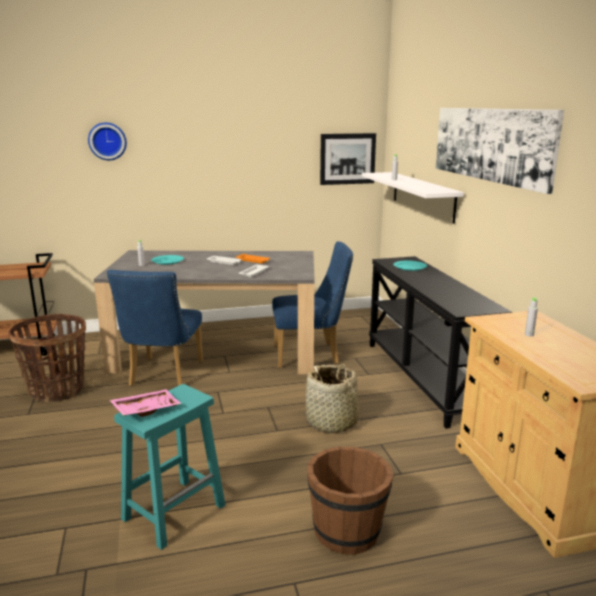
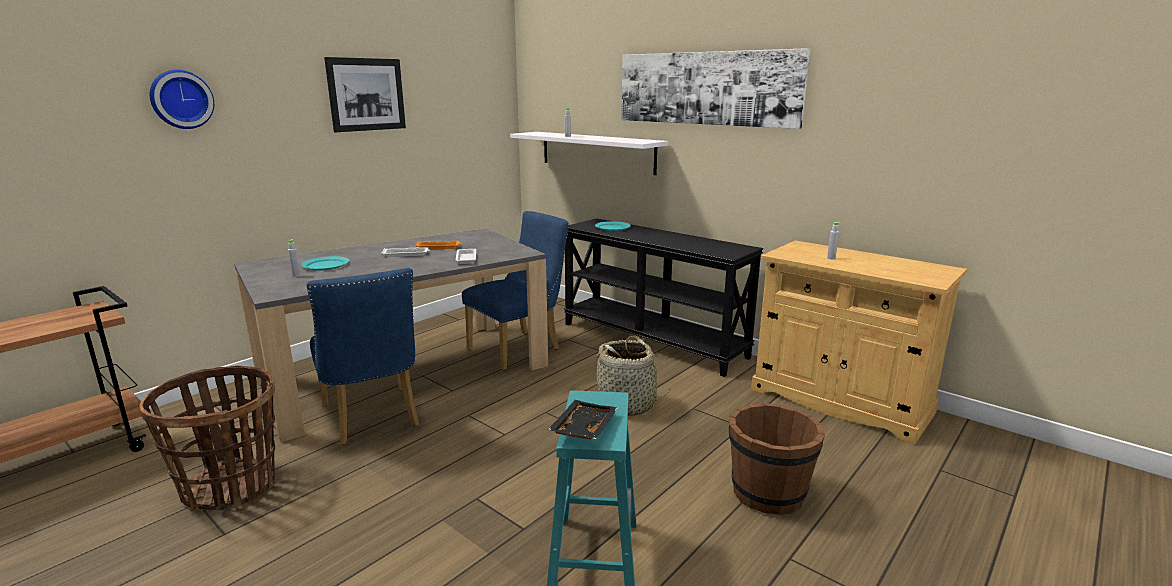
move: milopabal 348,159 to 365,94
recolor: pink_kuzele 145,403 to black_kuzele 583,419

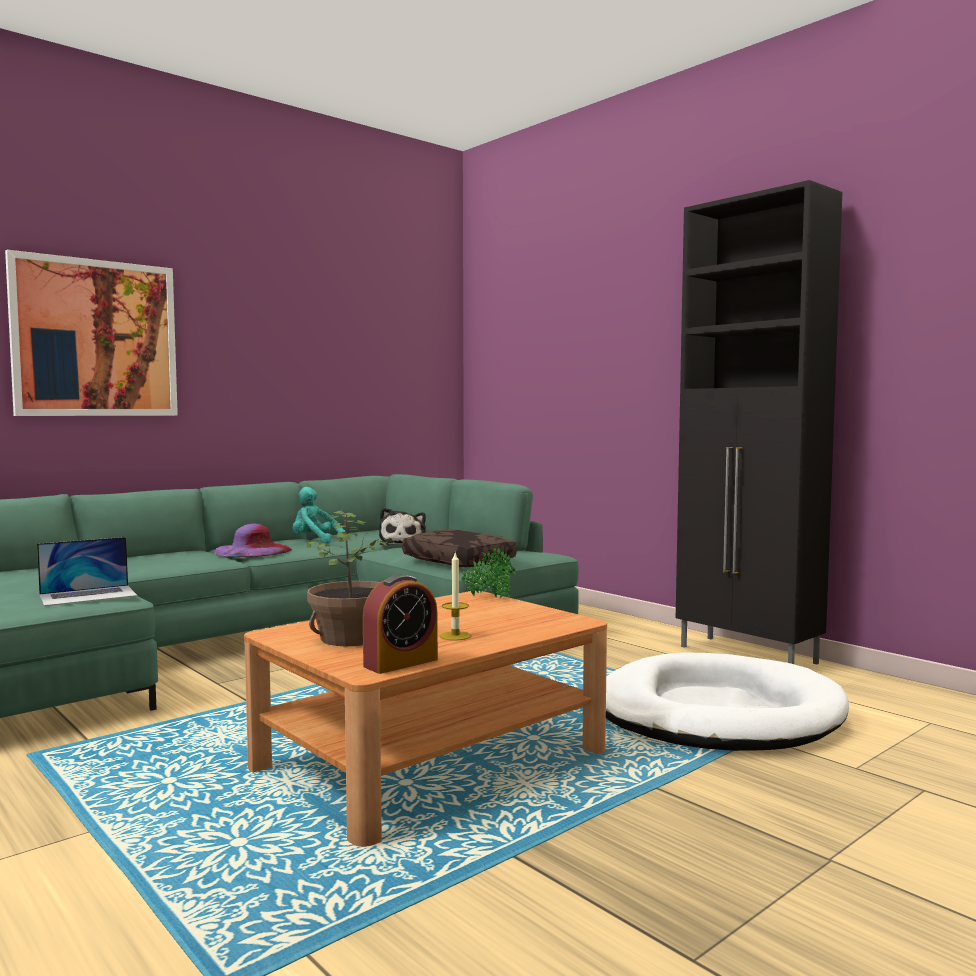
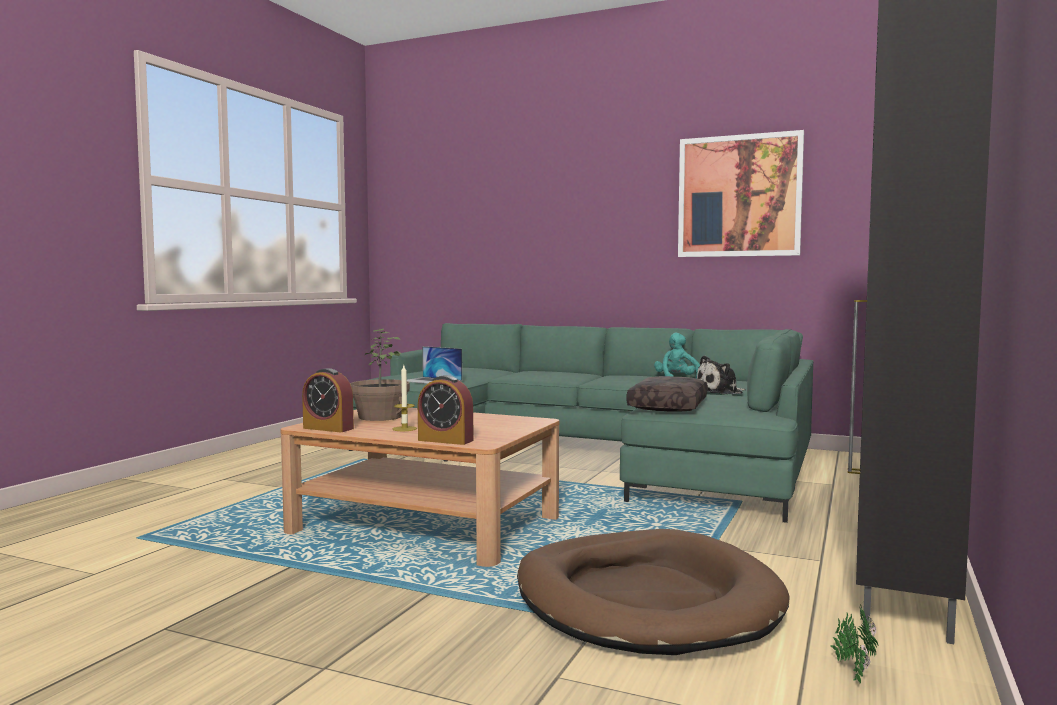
delete: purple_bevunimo 253,540
insert: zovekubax 445,410
move: milopabal 91,333 to 741,193; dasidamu 488,573 to 854,644
recolor: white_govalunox 727,702 to brown_govalunox 653,592

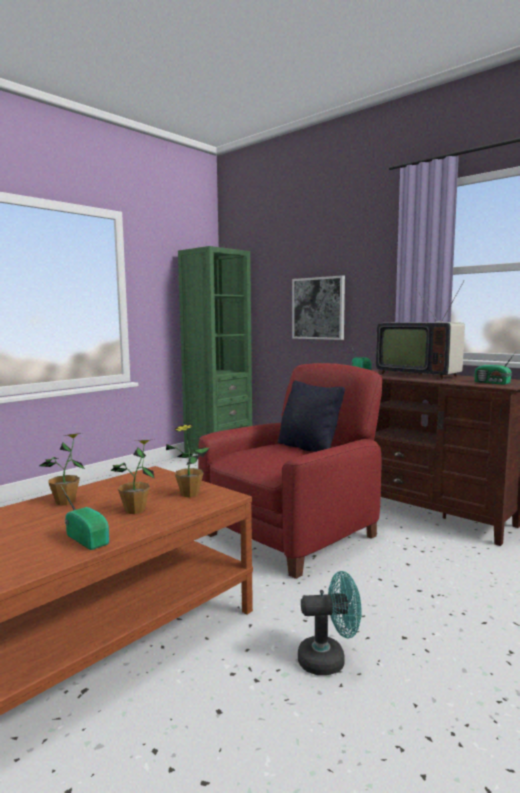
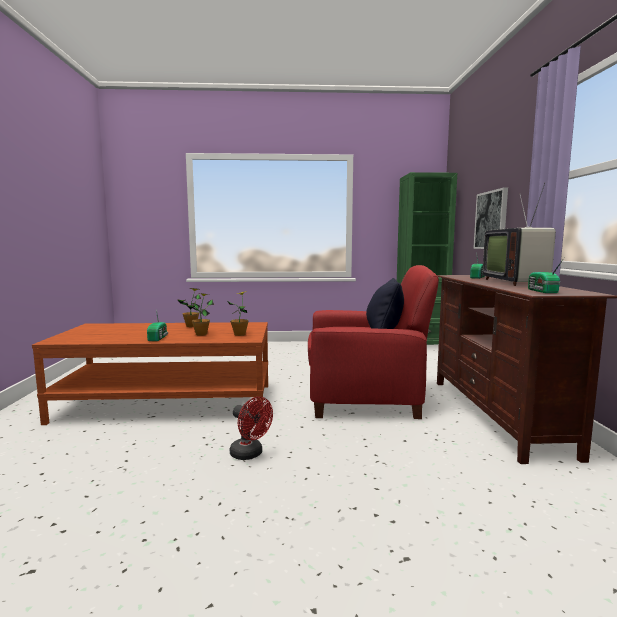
recolor: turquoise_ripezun 330,623 to red_ripezun 251,428

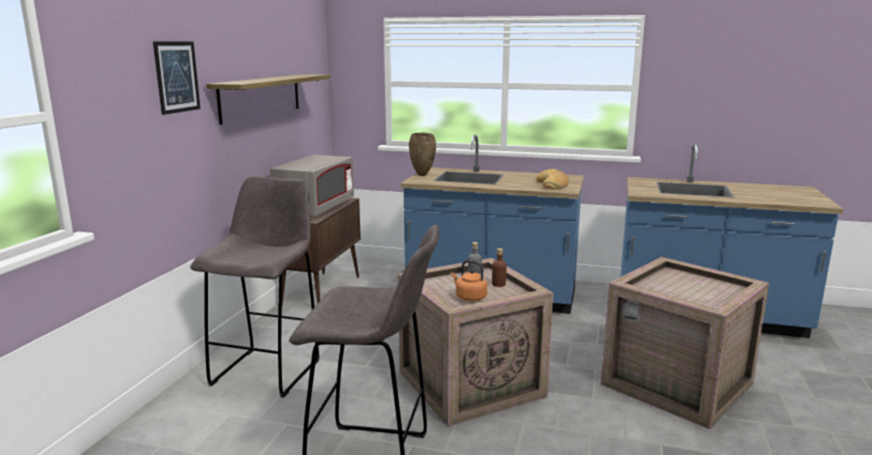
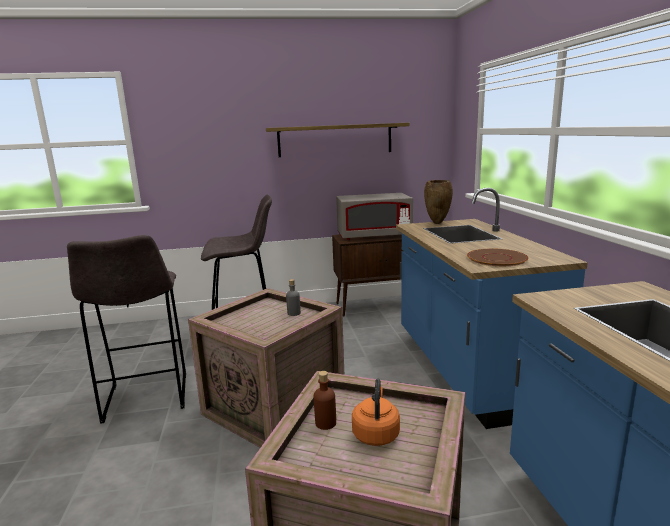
delete: milopabal 177,78
move: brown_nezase 499,267 to 325,400; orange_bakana 469,280 to 376,412
replace: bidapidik 552,179 to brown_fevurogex 497,257

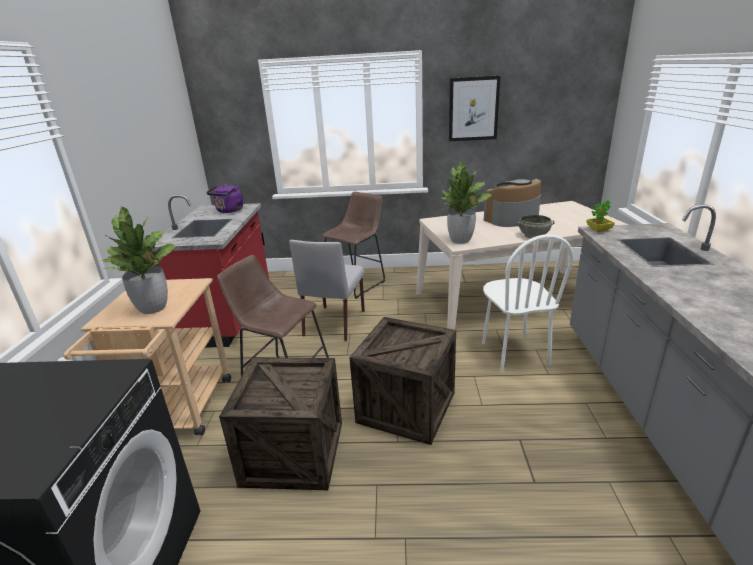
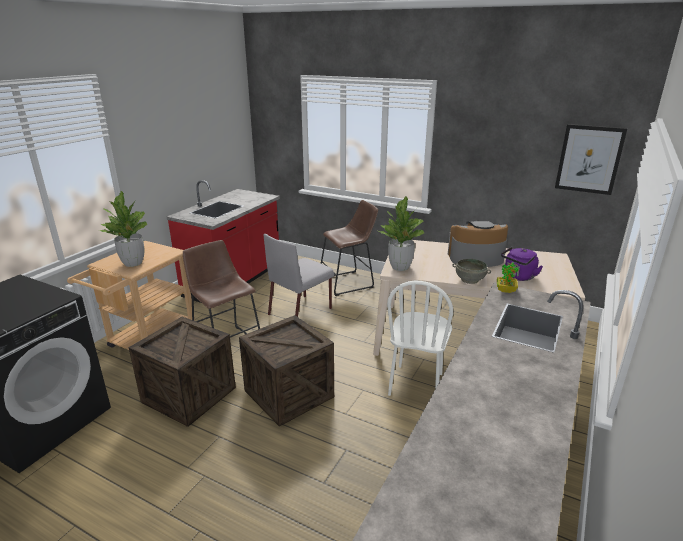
move: purple_bakana 225,198 to 522,264; milopabal 475,108 to 591,159

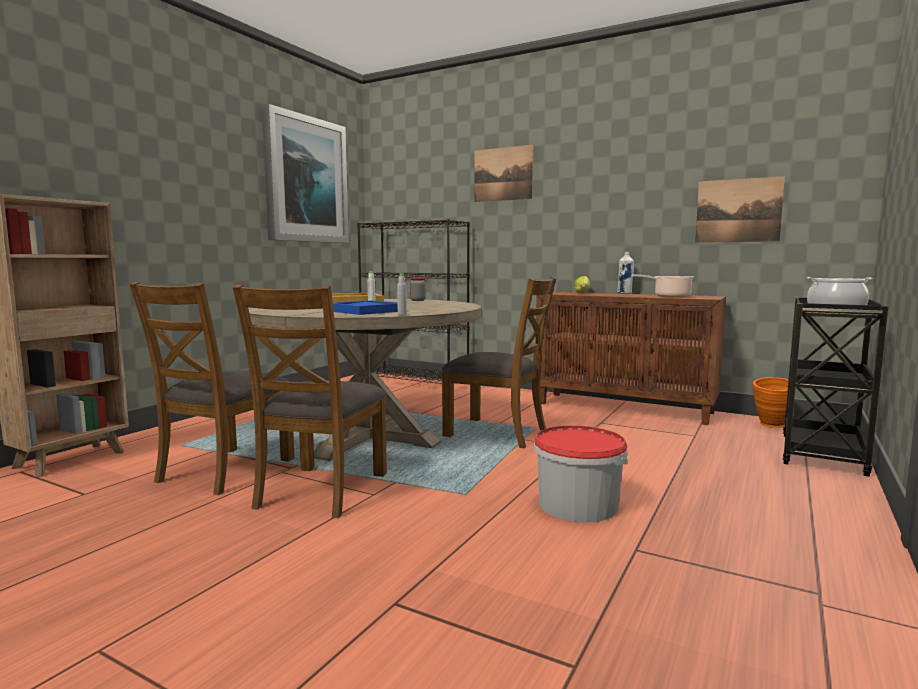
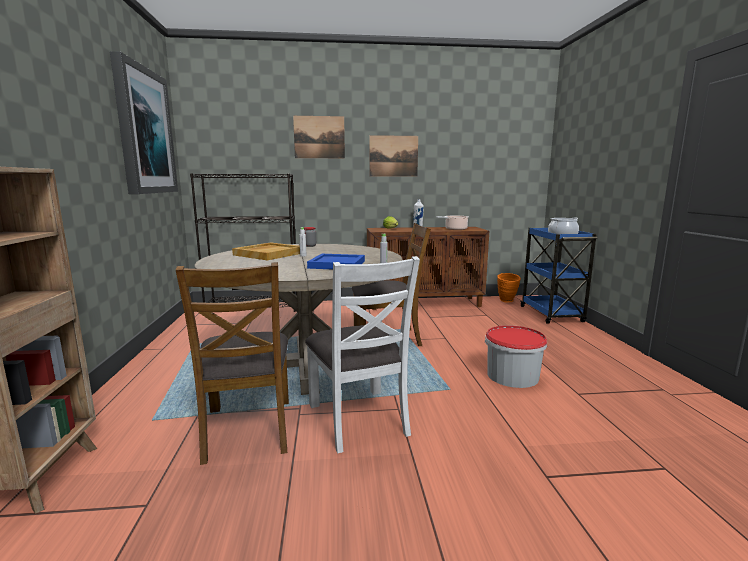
move: milopabal 740,209 to 393,155
recolor: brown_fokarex 310,401 to white_fokarex 362,354; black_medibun 835,387 to blue_medibun 559,276

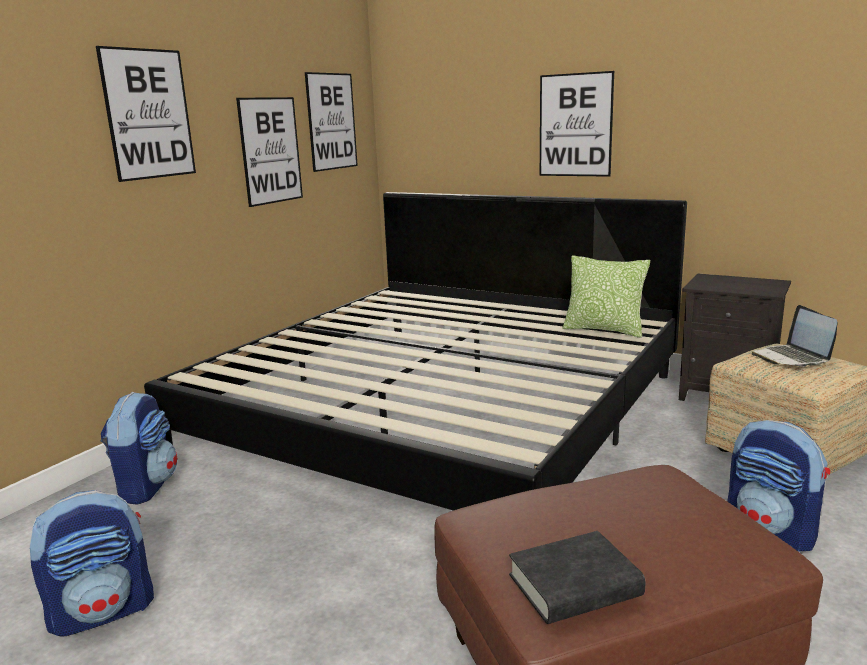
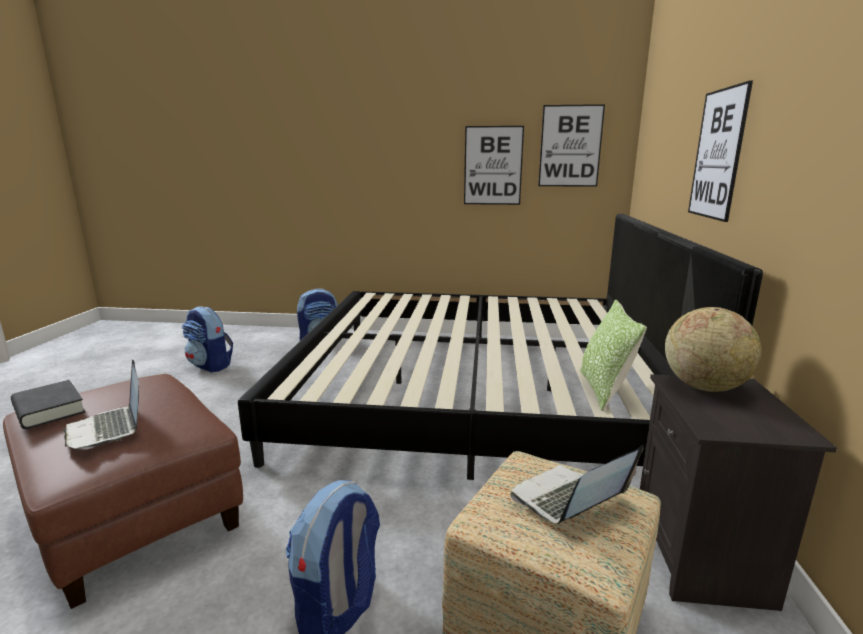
delete: milopabal 146,114
insert: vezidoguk 101,404; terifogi 713,349

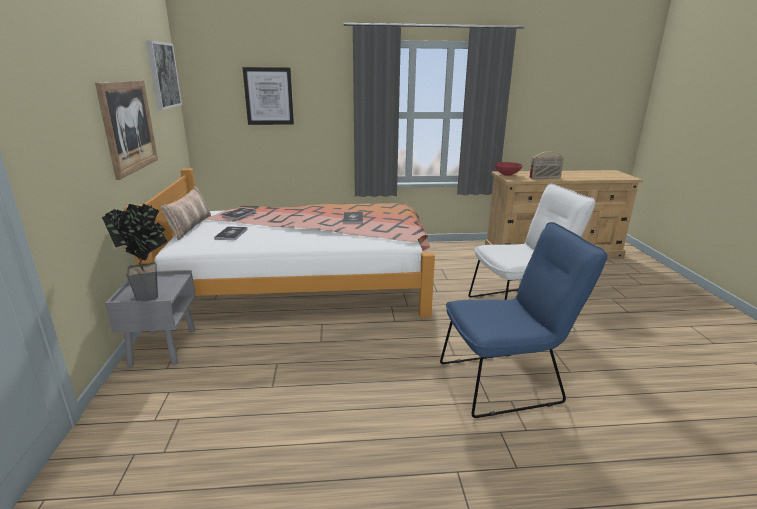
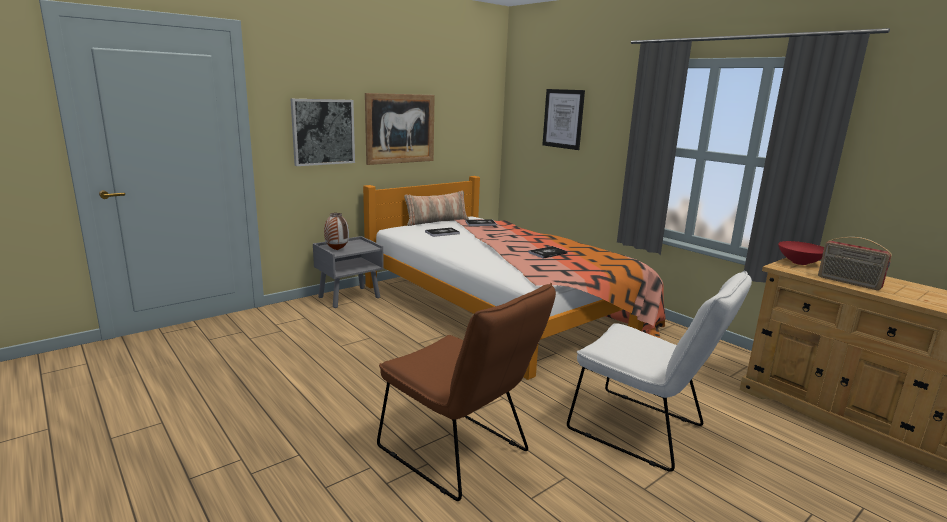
move: milopabal 164,75 to 323,132
replace: dasidamu 135,252 to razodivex 336,231
recolor: blue_fokarex 524,320 to brown_fokarex 466,392

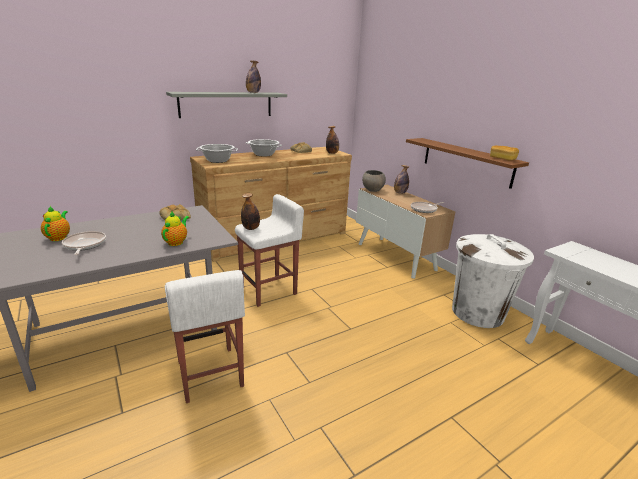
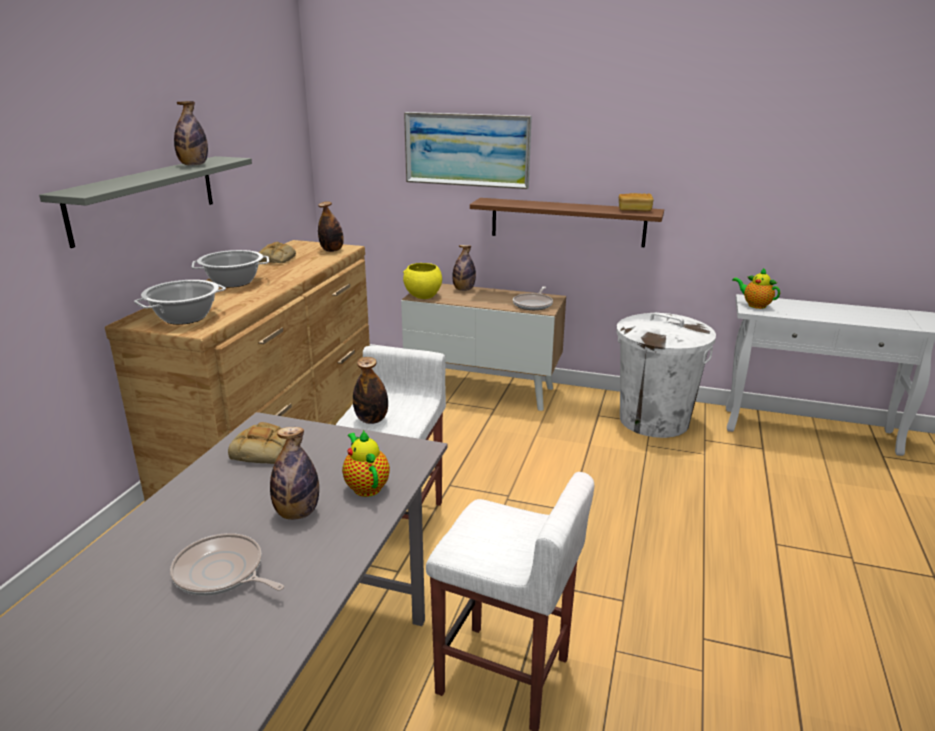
insert: nezase 294,473; milopabal 468,150
move: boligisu 55,223 to 756,288
recolor: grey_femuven 374,181 to yellow_femuven 422,281

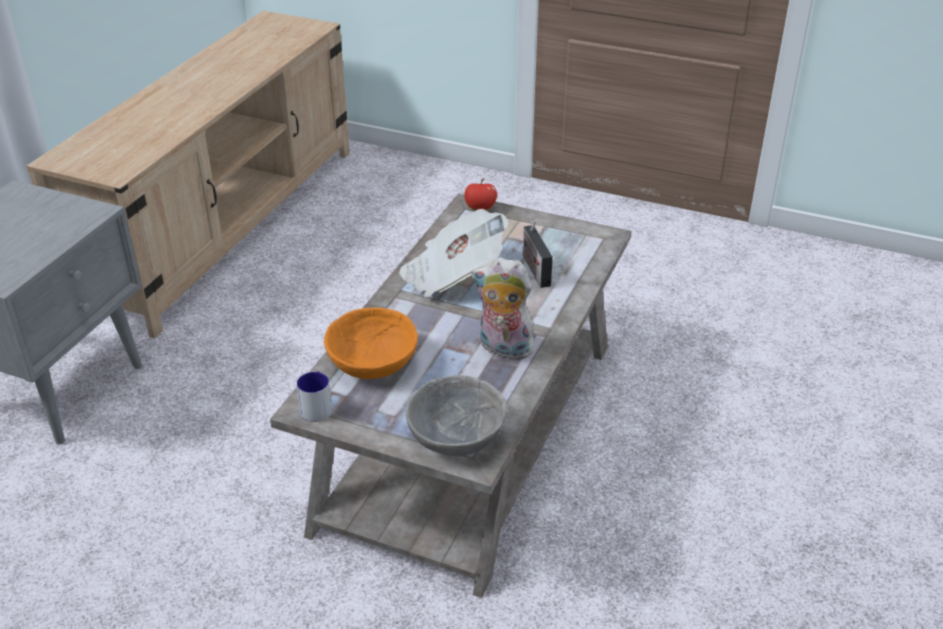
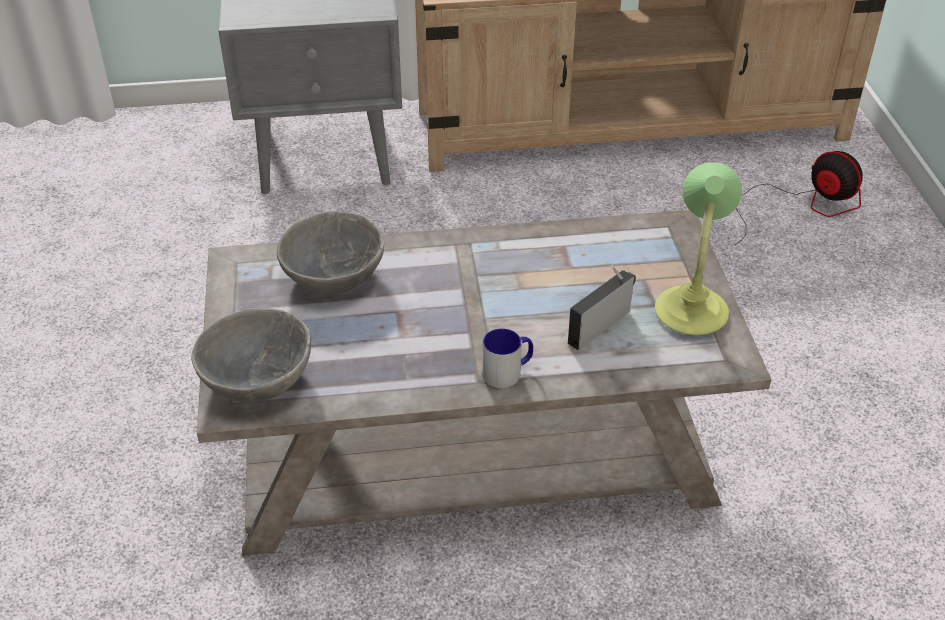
delete: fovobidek 454,253; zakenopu 480,194; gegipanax 503,308
insert: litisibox 698,248; ripezun 799,198
move: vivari 314,397 to 508,358
recolor: orange_femuven 371,343 to grey_femuven 330,252

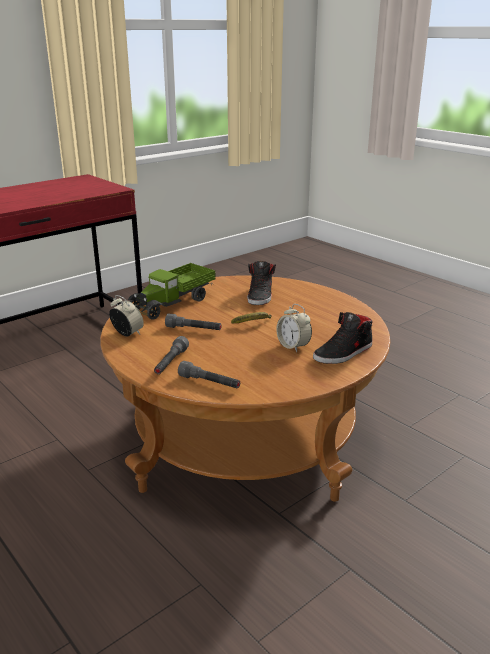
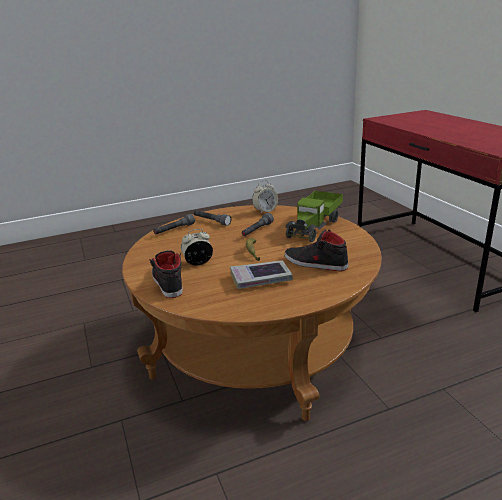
insert: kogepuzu 261,275
rotate: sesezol 172,291 = 314,216 120 degrees counterclockwise

